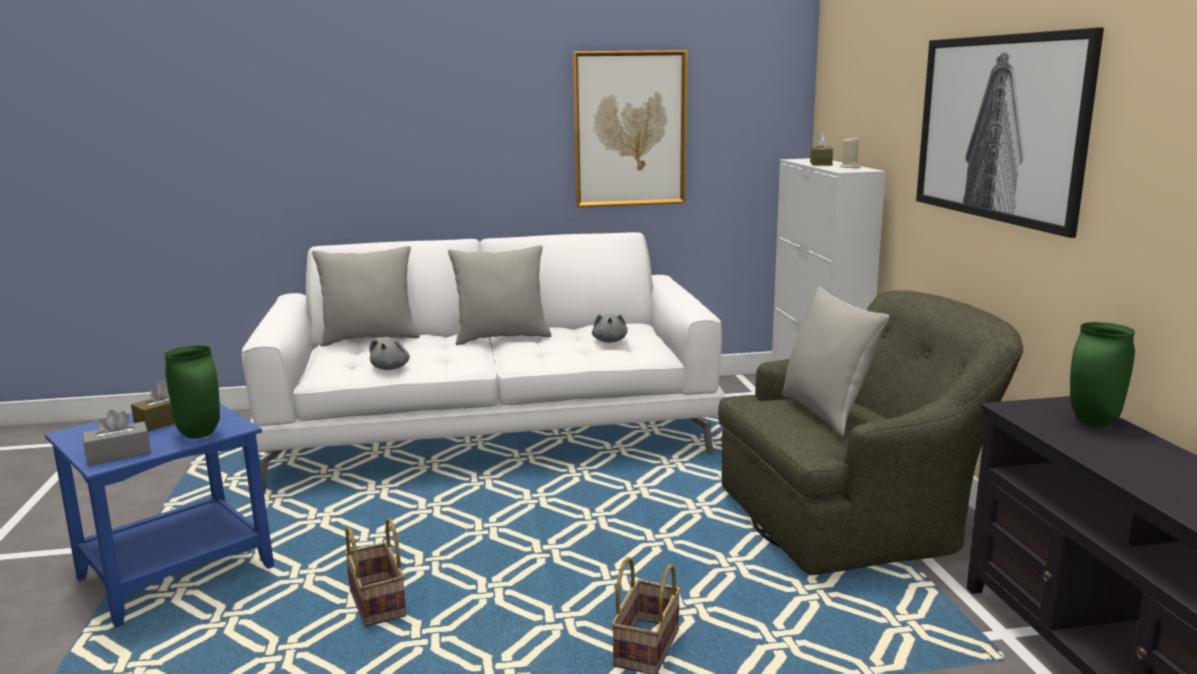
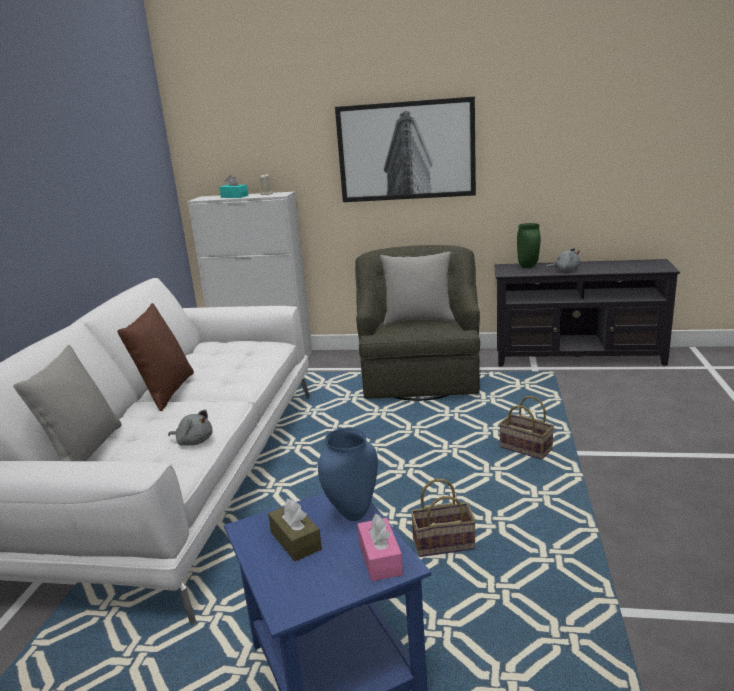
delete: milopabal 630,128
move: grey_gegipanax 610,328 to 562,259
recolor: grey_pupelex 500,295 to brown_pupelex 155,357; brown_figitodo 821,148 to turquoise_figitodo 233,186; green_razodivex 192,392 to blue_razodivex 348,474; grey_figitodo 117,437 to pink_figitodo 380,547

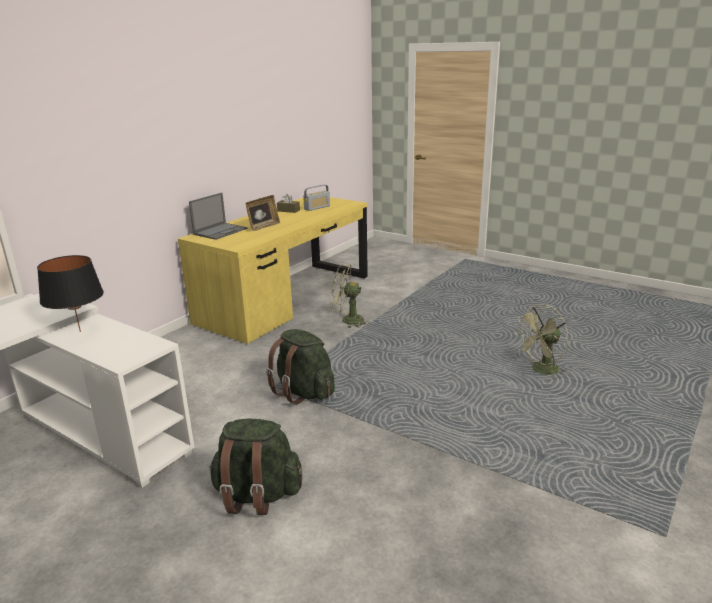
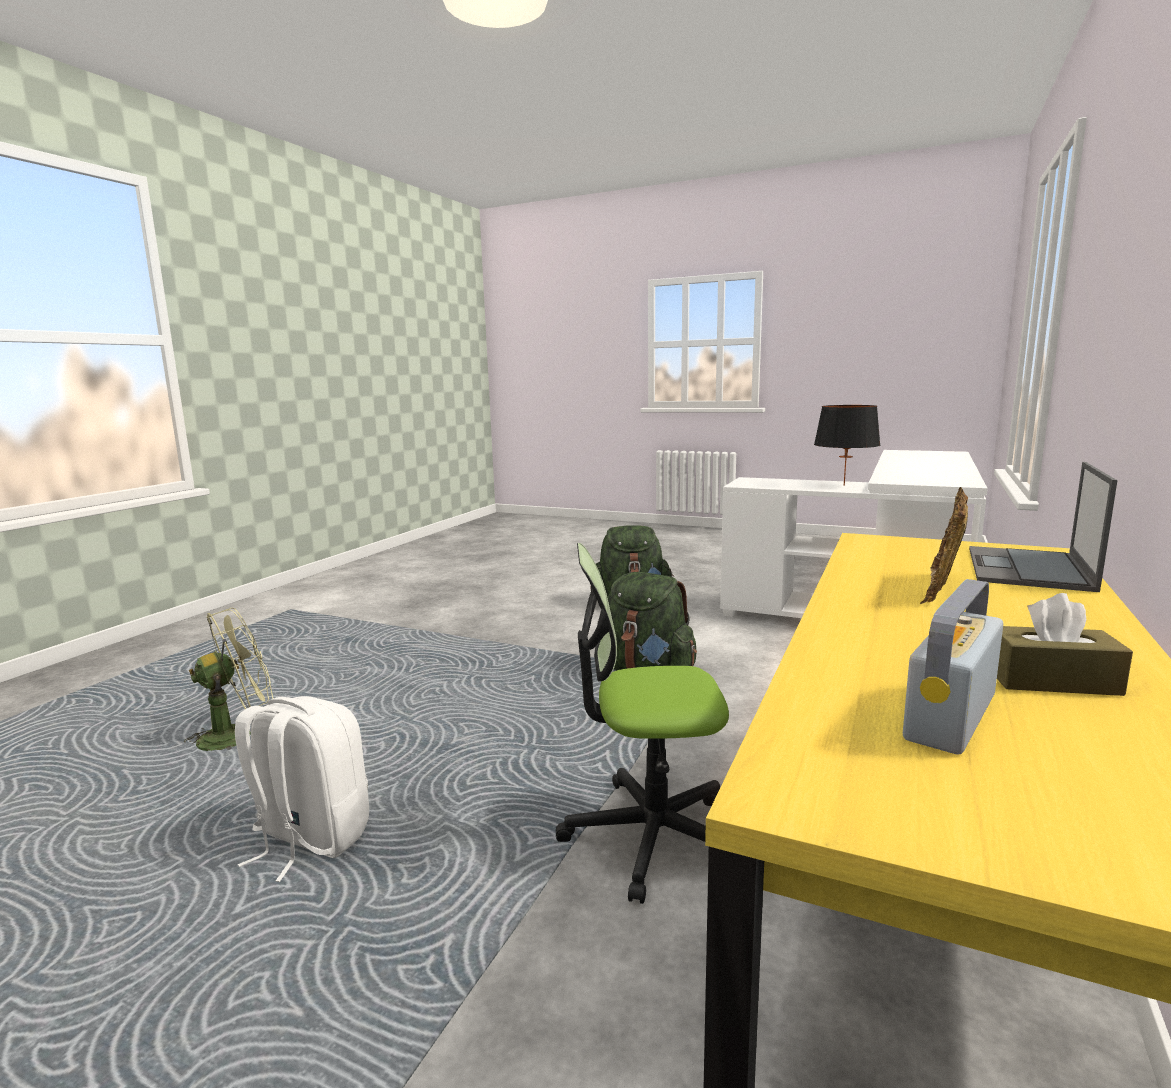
insert: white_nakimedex 302,789
replace: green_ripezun 350,296 to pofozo 642,723

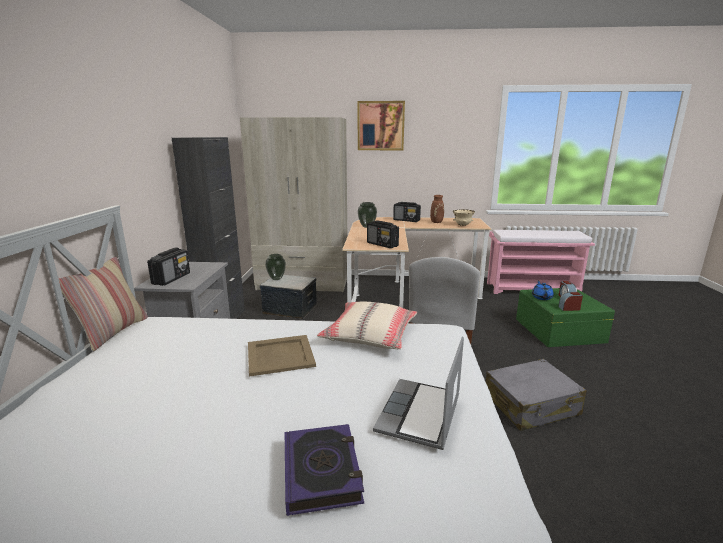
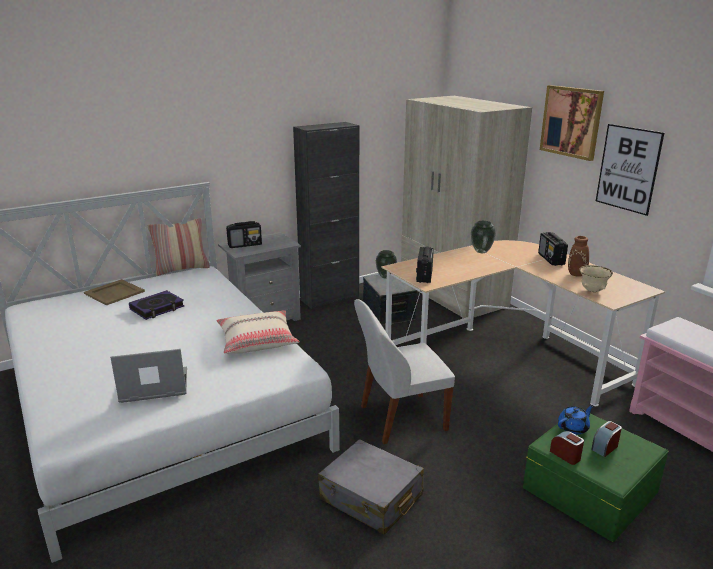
insert: milopabal 630,170
move: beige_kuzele 282,356 to 114,292; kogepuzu 324,470 to 157,305

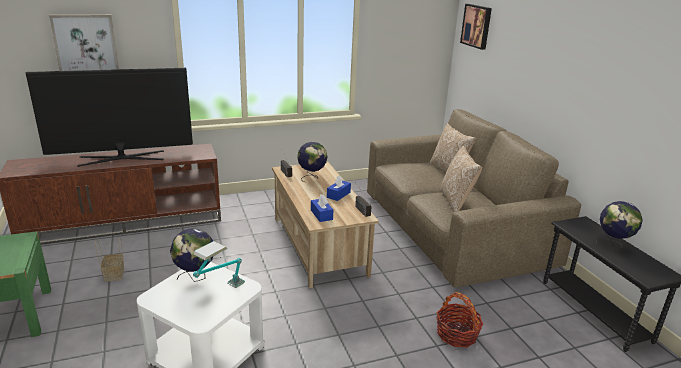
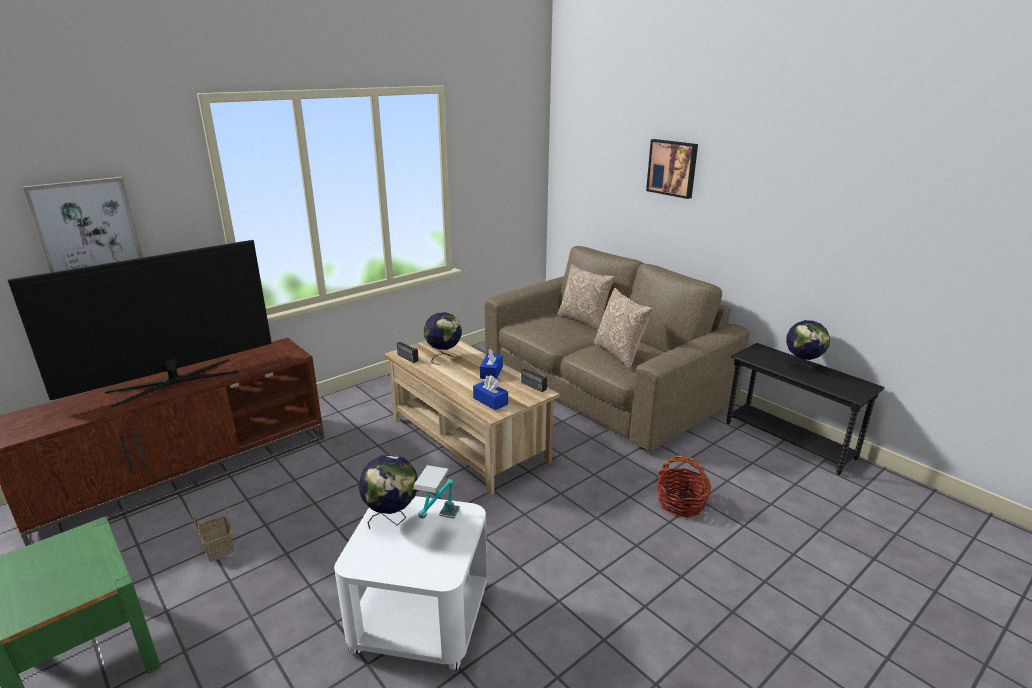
move: milopabal 476,27 to 672,169

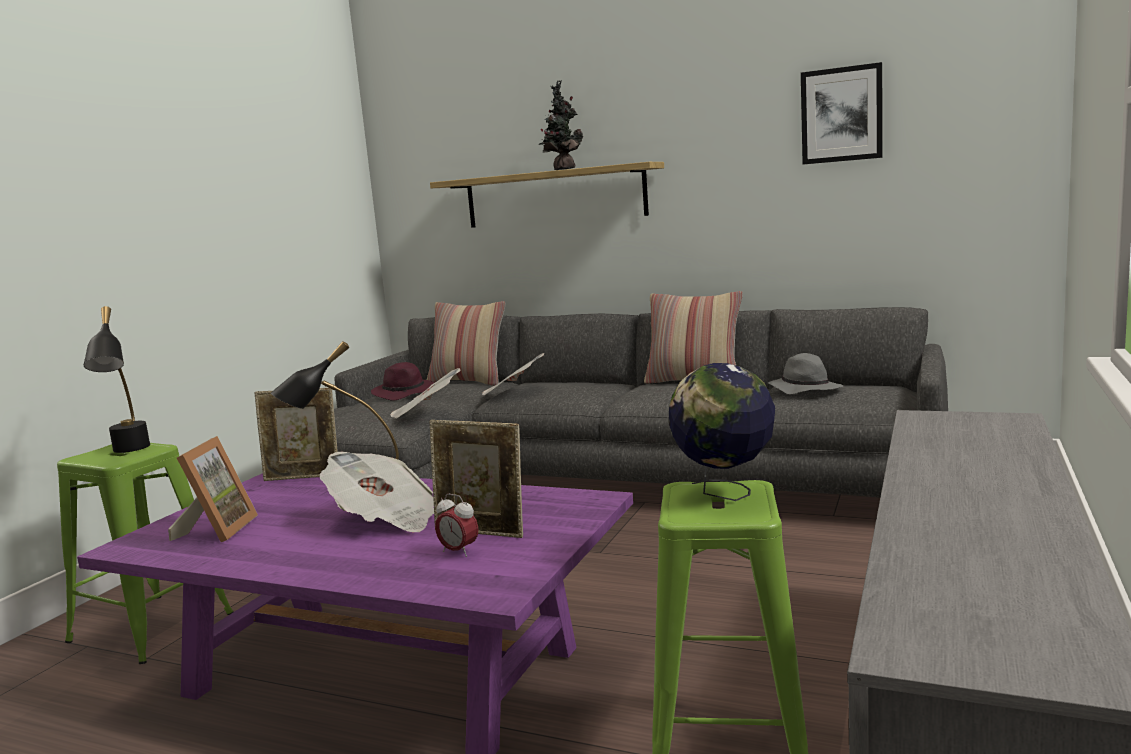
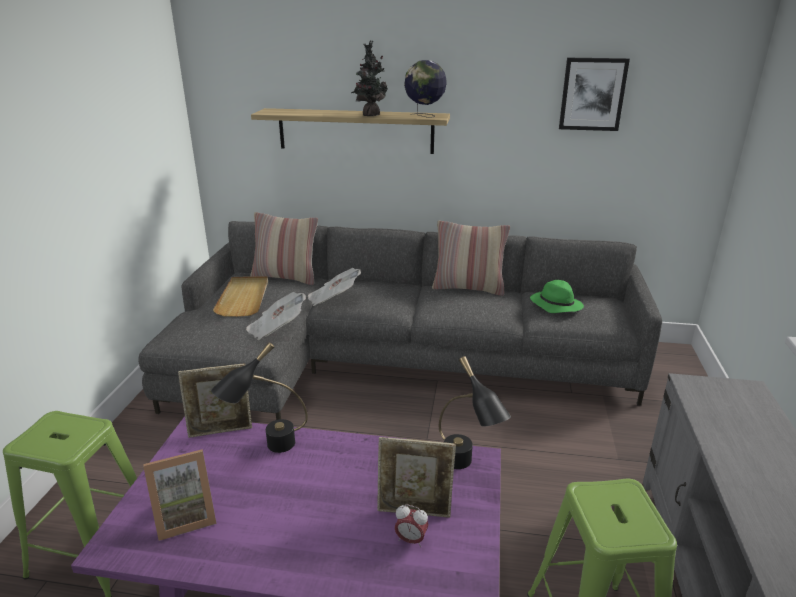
delete: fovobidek 377,492
move: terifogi 721,432 to 425,89; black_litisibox 117,379 to 475,412
replace: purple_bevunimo 402,381 to beige_kuzele 240,296
recolor: grey_bevunimo 805,373 to green_bevunimo 557,296
rotate: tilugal 213,489 = 180,495 75 degrees clockwise

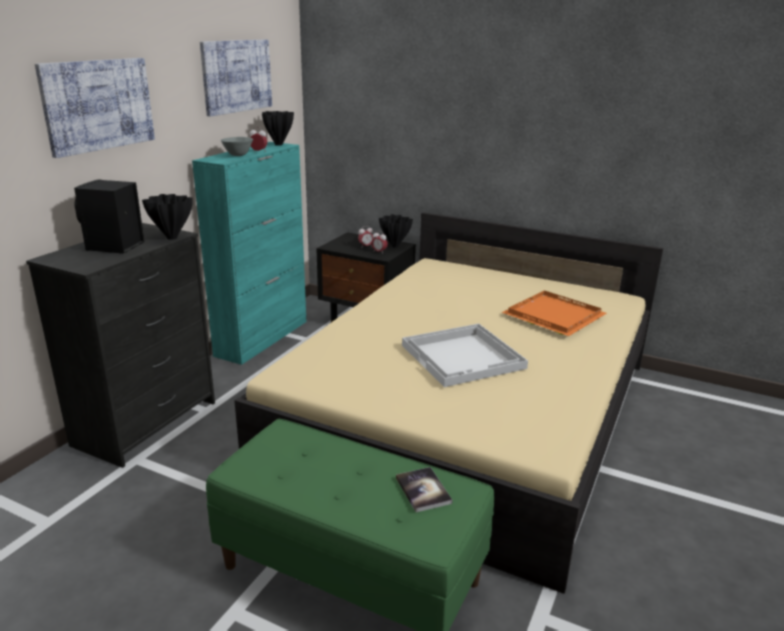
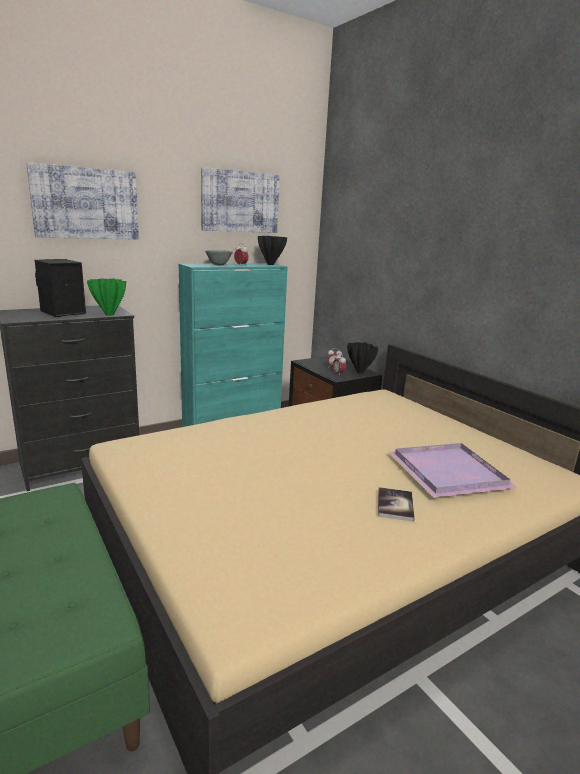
delete: white_kuzele 465,355
move: kogepuzu 424,489 to 396,504
recolor: black_razodivex 167,217 to green_razodivex 106,297; orange_kuzele 554,313 to purple_kuzele 453,470

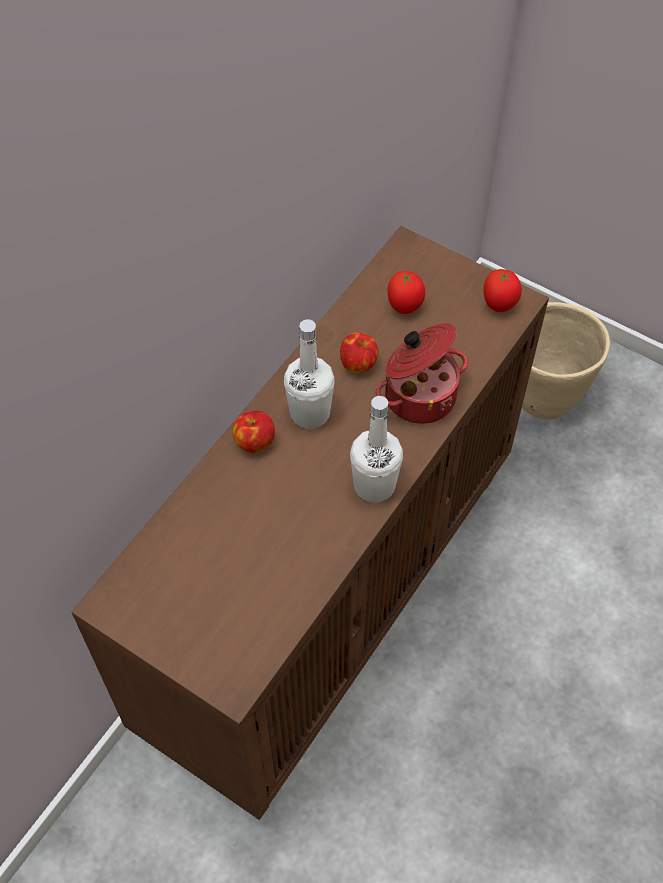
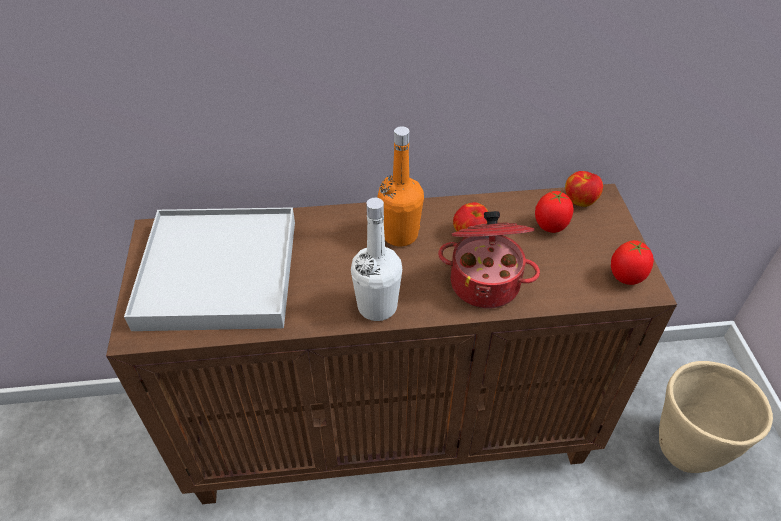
insert: white_kuzele 209,269
move: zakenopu 254,432 to 584,189
recolor: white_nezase 309,374 to orange_nezase 401,186

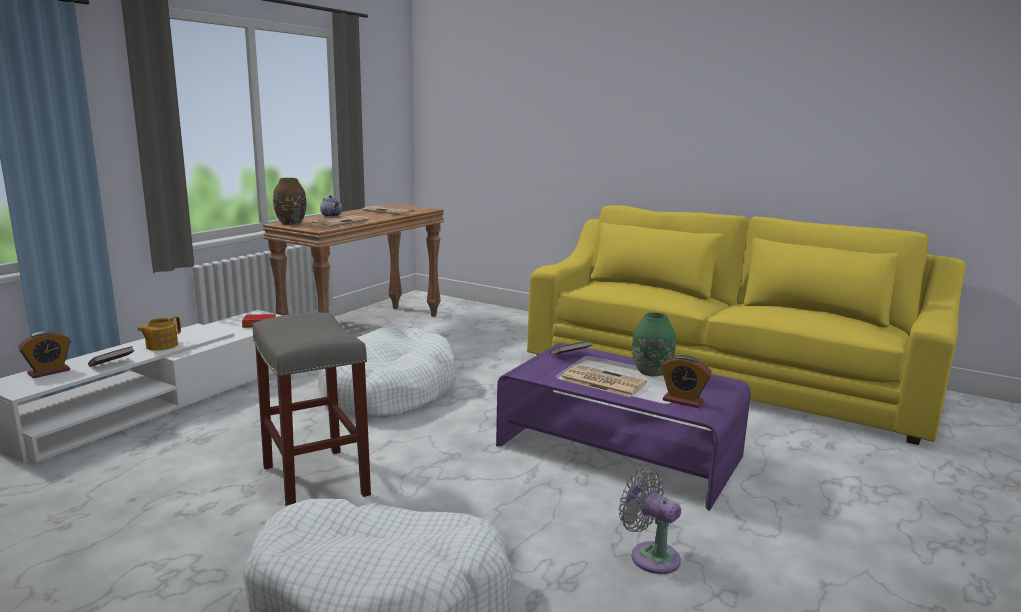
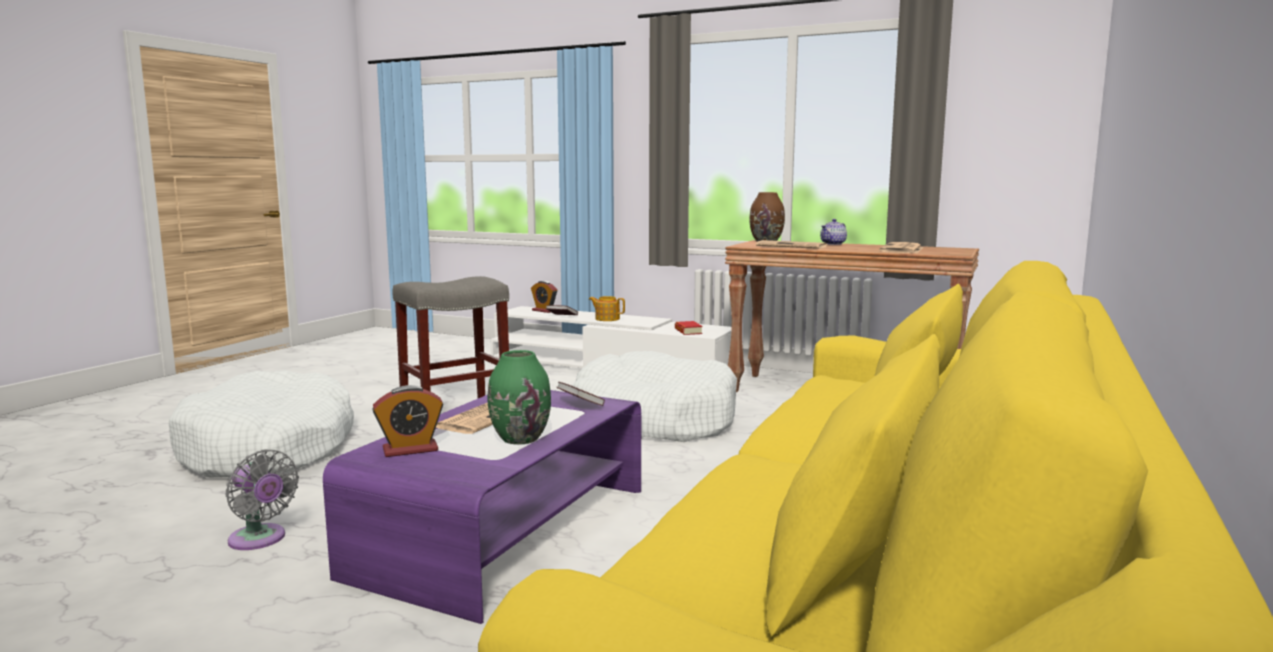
rotate: grey_ripezun 650,521 = 262,499 90 degrees clockwise; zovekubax 686,381 = 407,421 135 degrees counterclockwise

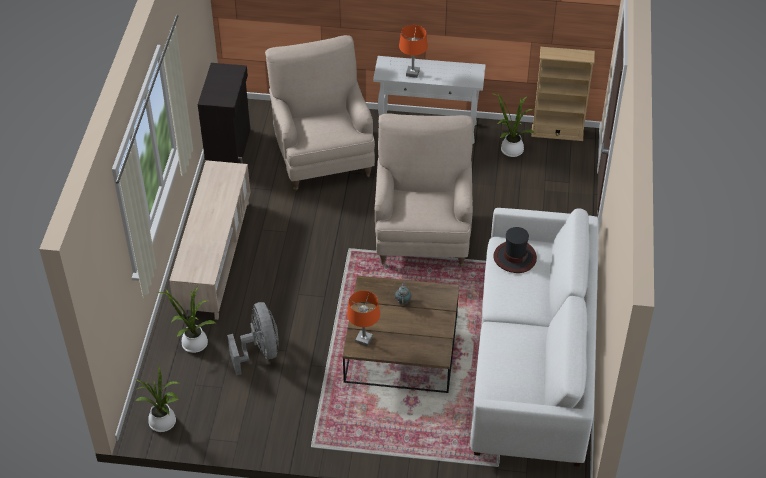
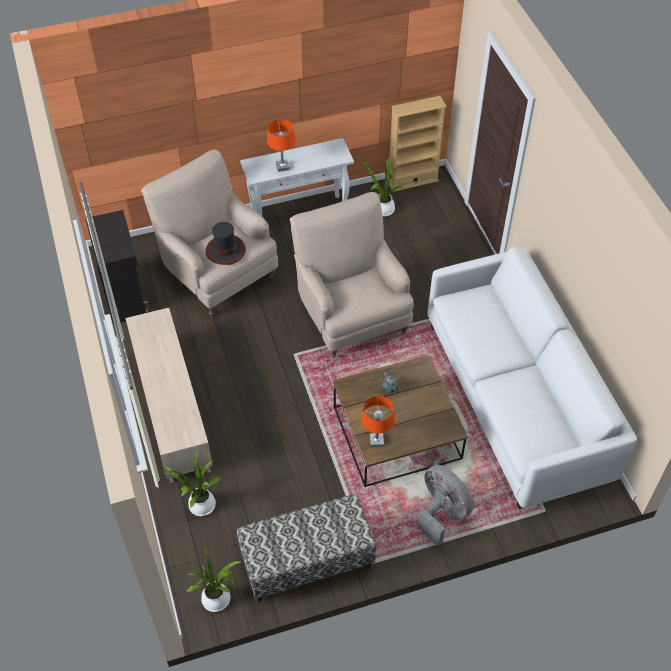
insert: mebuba 306,548
move: bevunimo 515,250 to 225,243; grey_ripezun 253,339 to 445,506

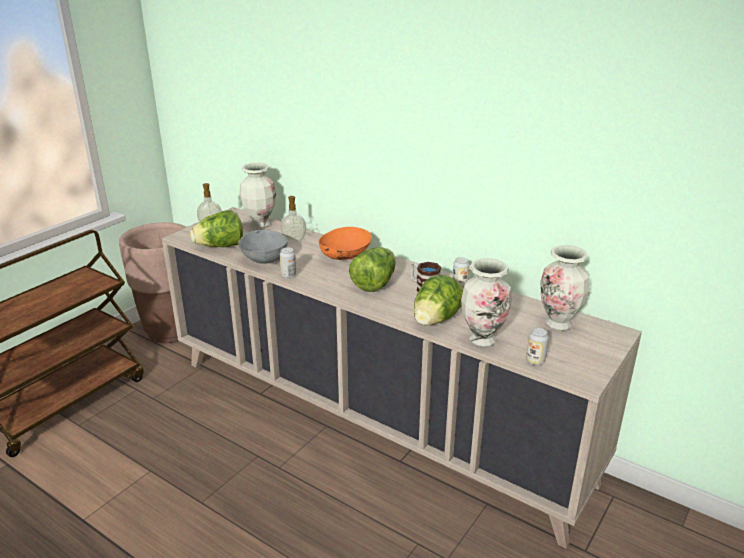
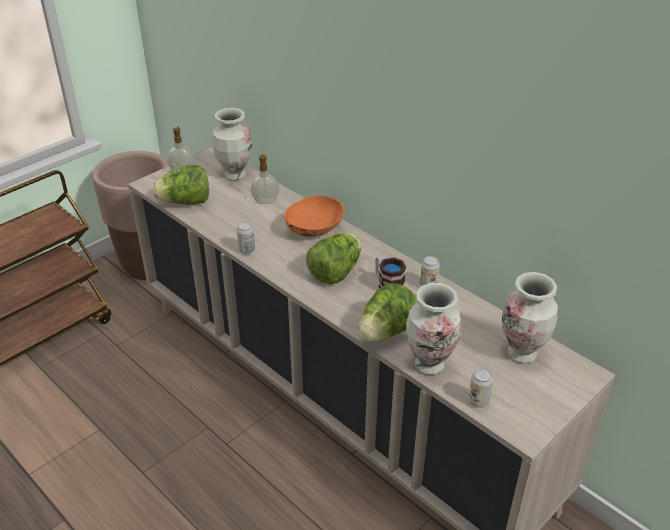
delete: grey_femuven 263,247

